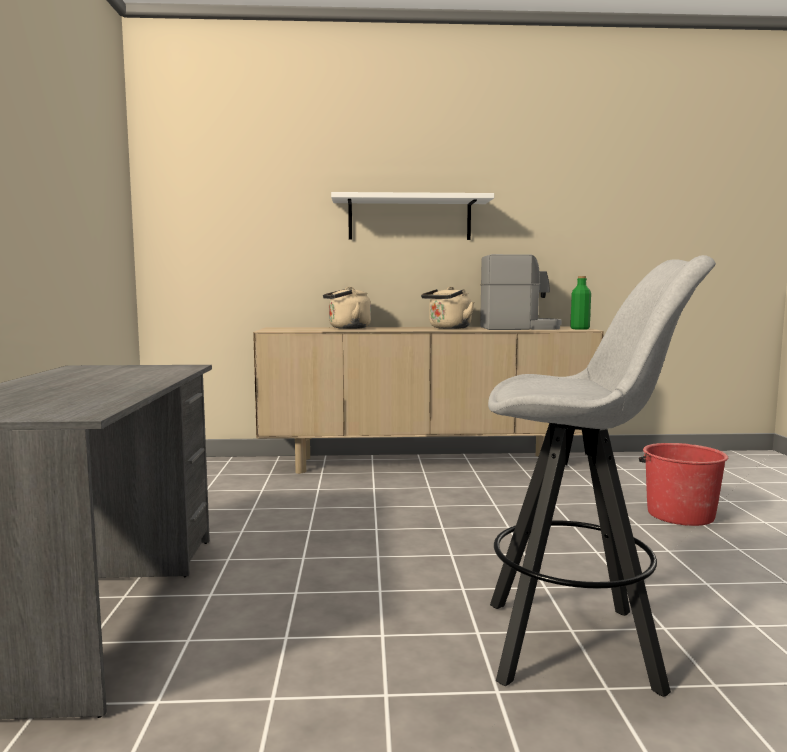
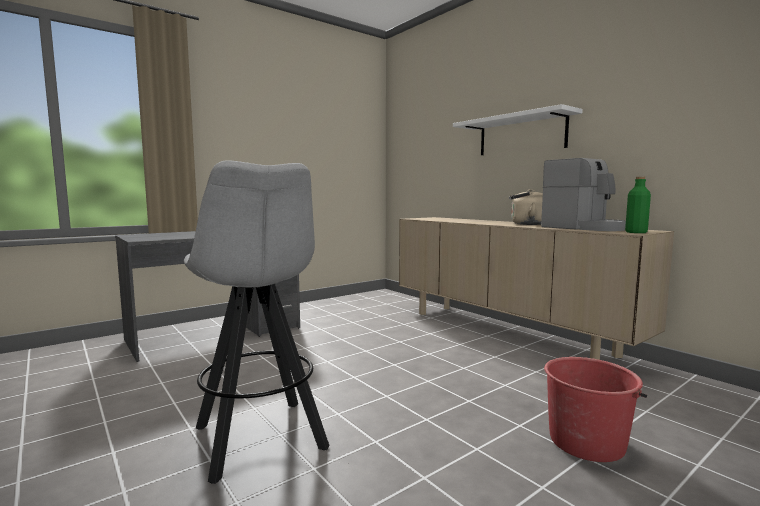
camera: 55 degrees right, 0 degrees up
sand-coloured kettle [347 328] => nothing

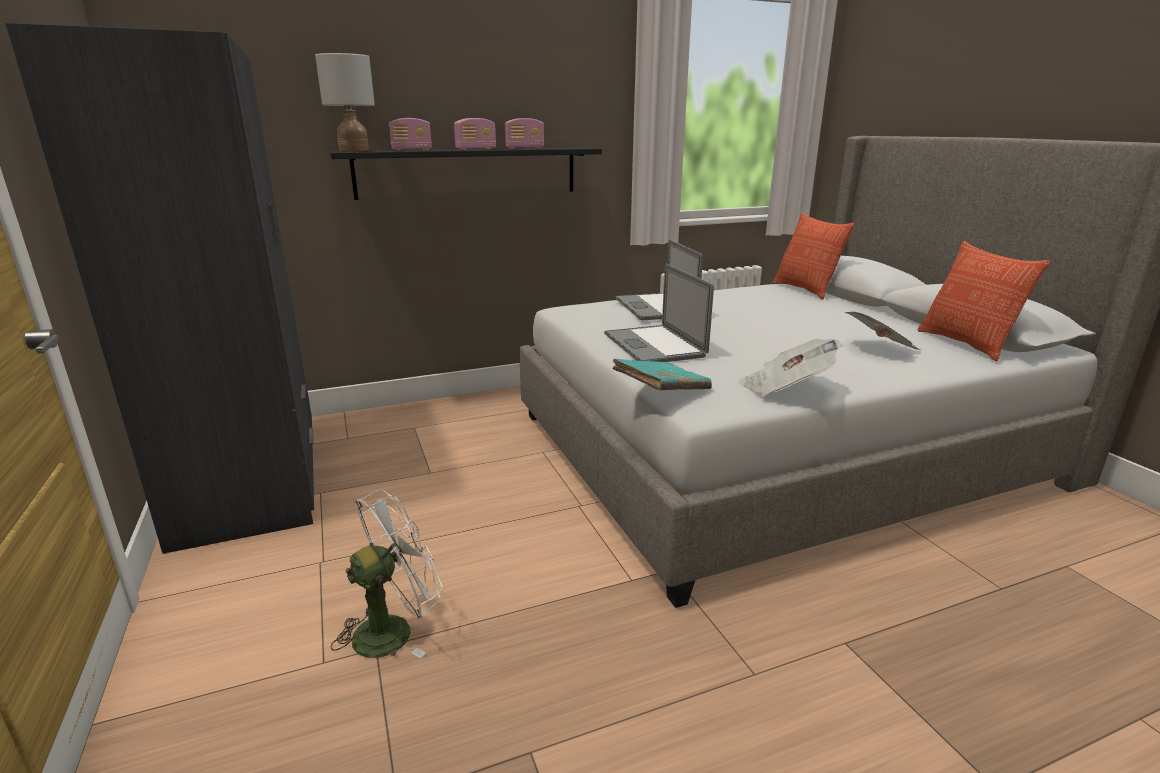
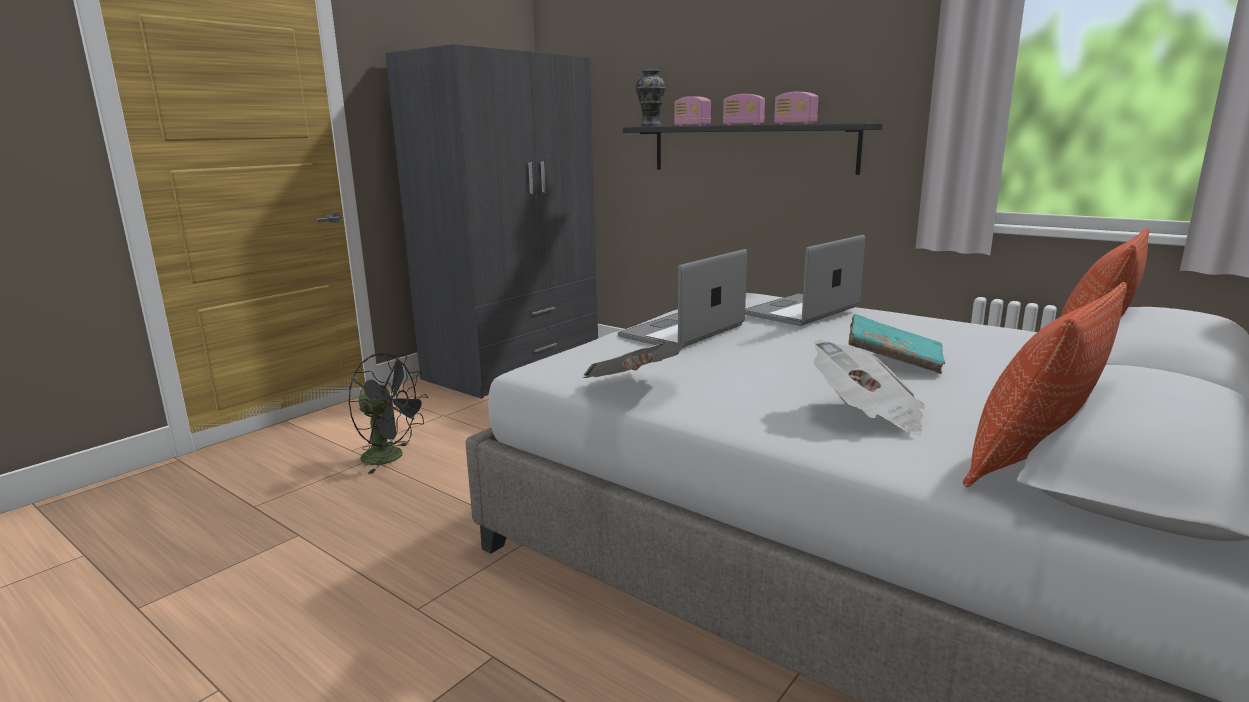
camera: 60 degrees right, 5 degrees down
whitish fan [394 629] => blackish fan [391 457]
grey table lamp [354 150] => vase [651 126]
blue-green bound book [661 390] => blue-green bound book [893 360], shifted

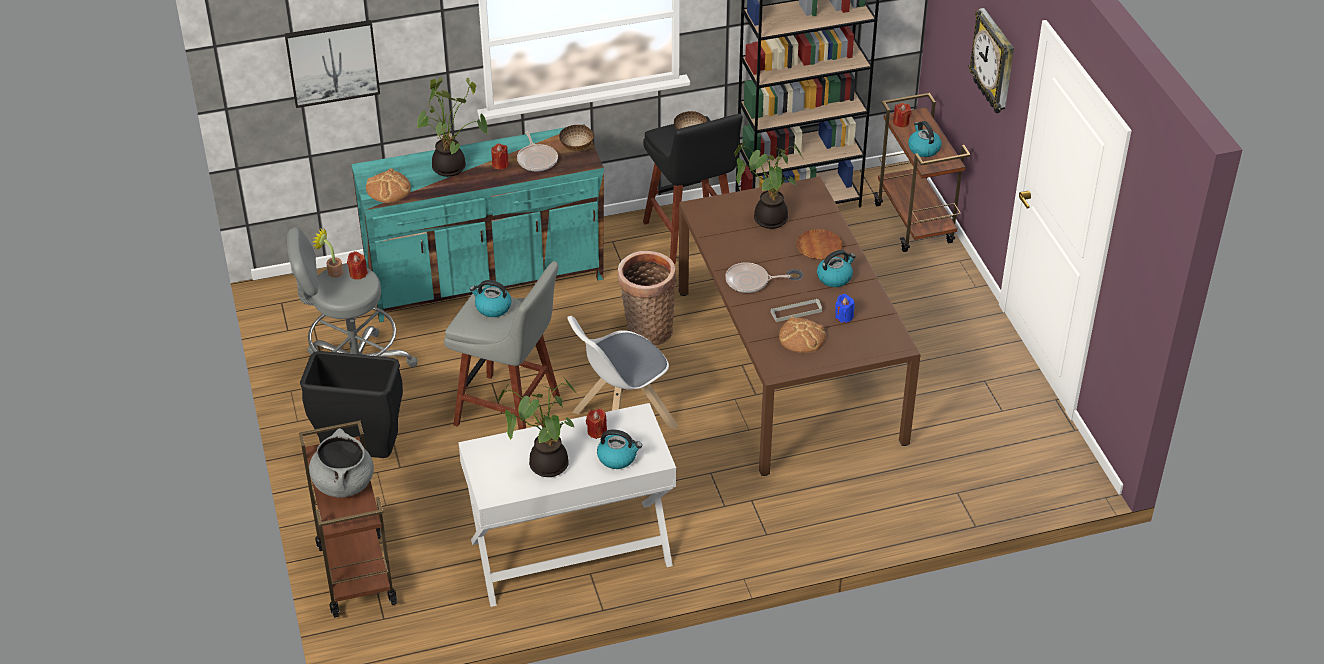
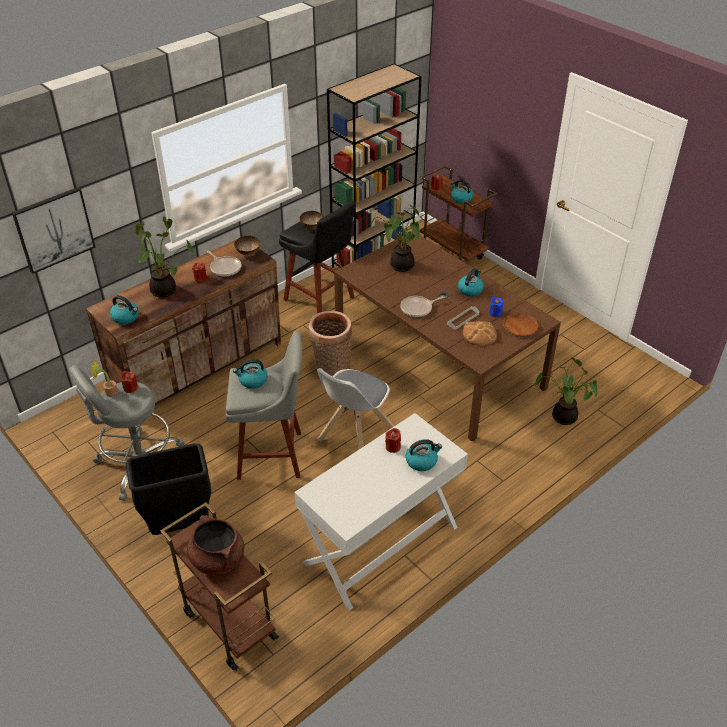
camera: 25 degrees left, 0 degrees up
blue-green cabinet [487 279] => brownish cabinet [199 368]
bakery bread [388 188] => kettle [126 317]
grey stockpot [343 483] => brownish stockpot [217 559]
brownish dinner plate [819 247] => brownish dinner plate [520 326], shifted
potted plant [545 464] => potted plant [562 417], shifted
hanging clock [994 62] => nothing

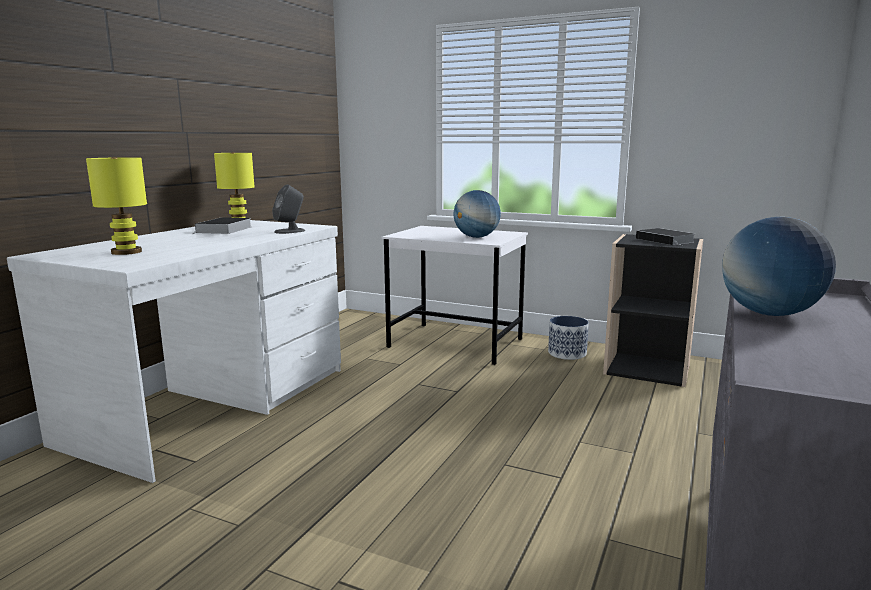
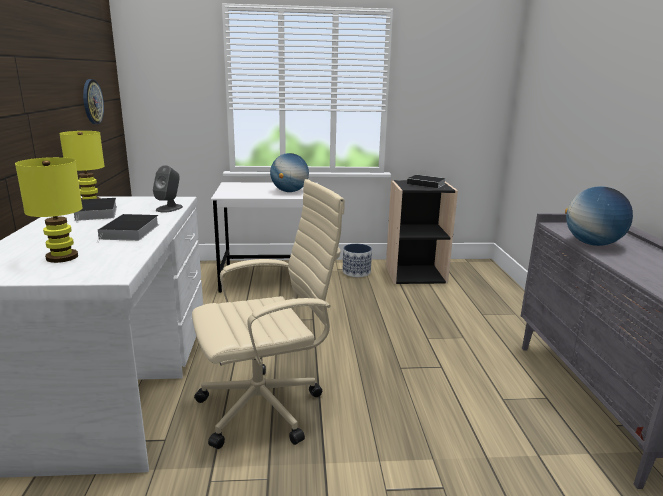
camera: 30 degrees left, 5 degrees up
nothing => hanging clock [92 101]
nothing => bound book [130 232]
nothing => sand-coloured office chair [266 407]

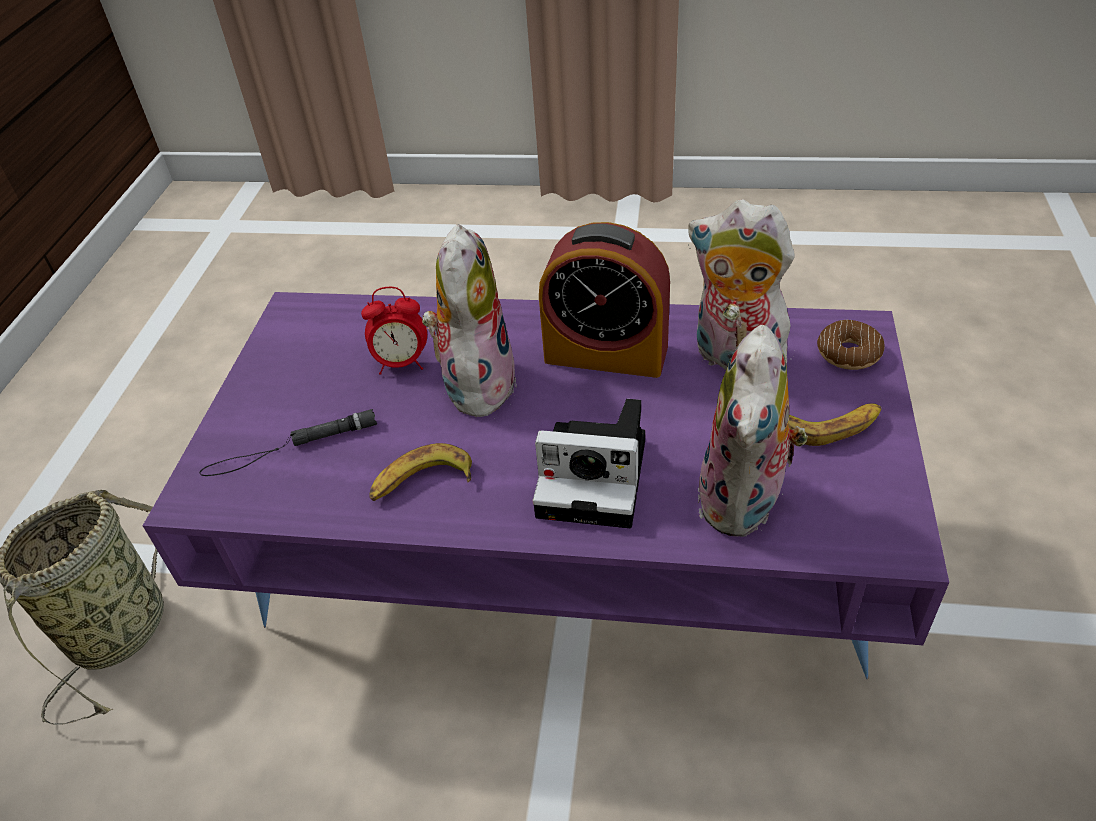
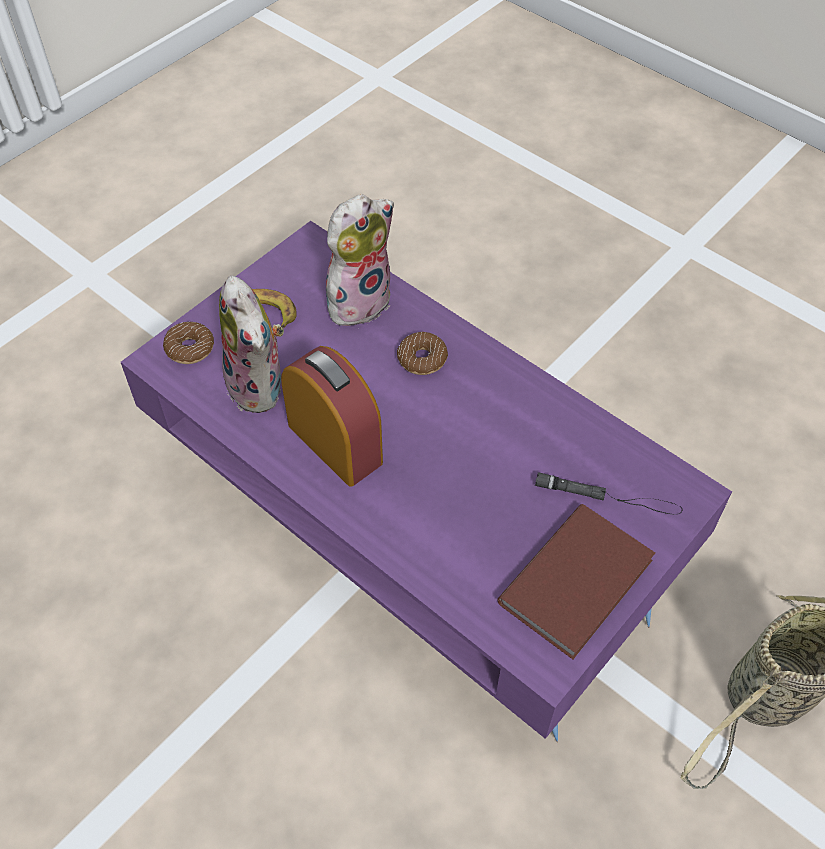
camera: 150 degrees left, 10 degrees up
still camera [598 476] => ring doughnut [422 359]
nothing => brownish bound book [580 582]
bedside clock [401 363] => nothing
whole banana [421 482] => nothing
plush toy [476 383] => nothing

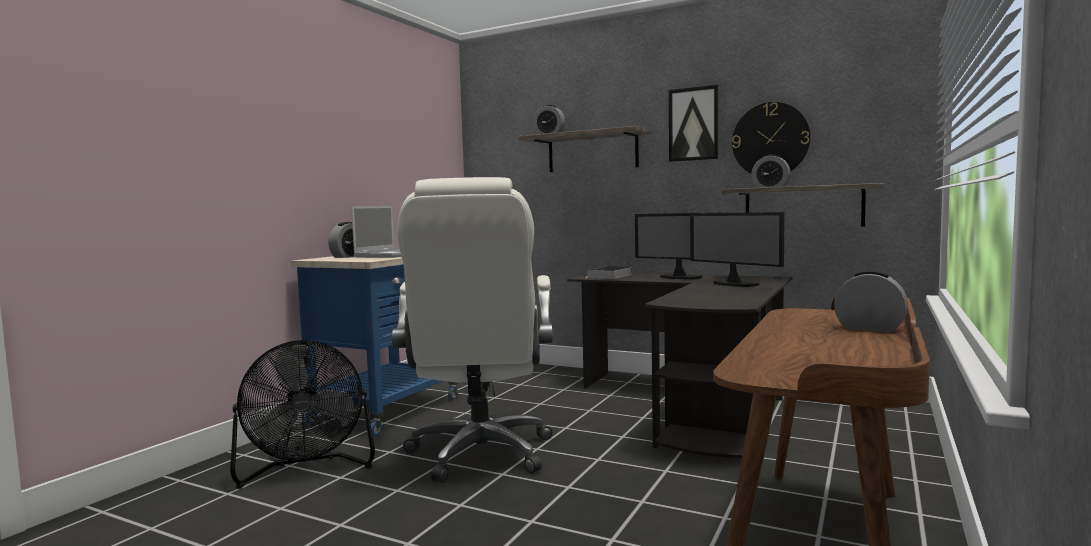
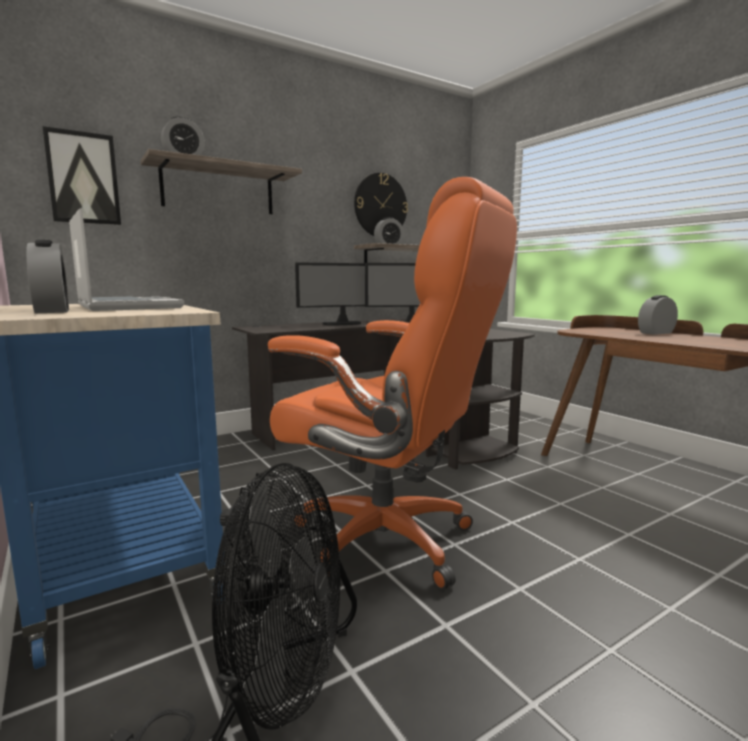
camera: 60 degrees left, 5 degrees up
picture [693 124] => picture [83 178], shifted
whitish office chair [480 454] => orange office chair [386 542]
bound book [609 276] => nothing

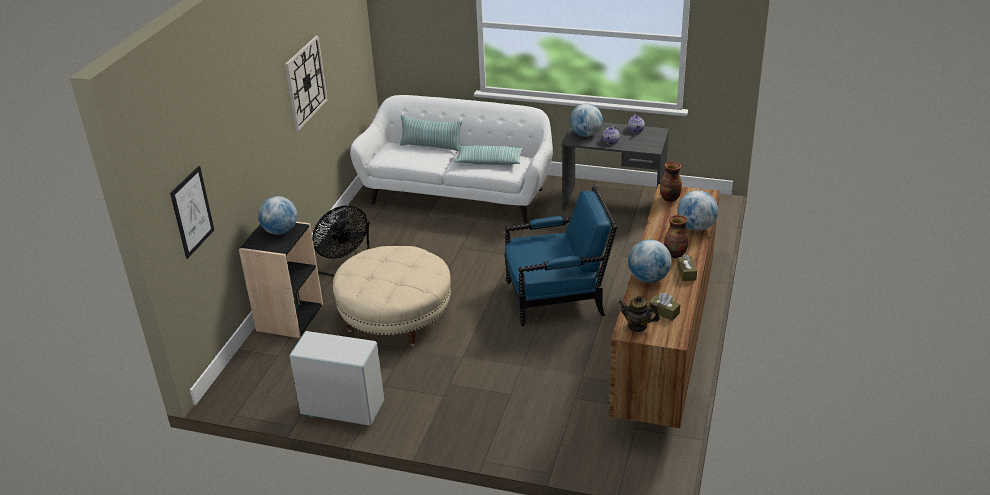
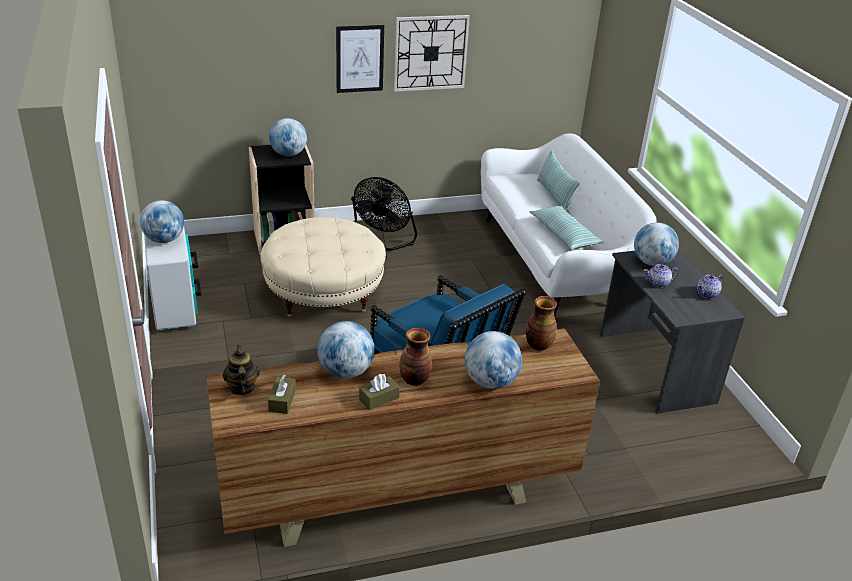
camera: 55 degrees right, 0 degrees up
nothing => globe [164 240]
picture [192 212] => picture [359 59], shifted

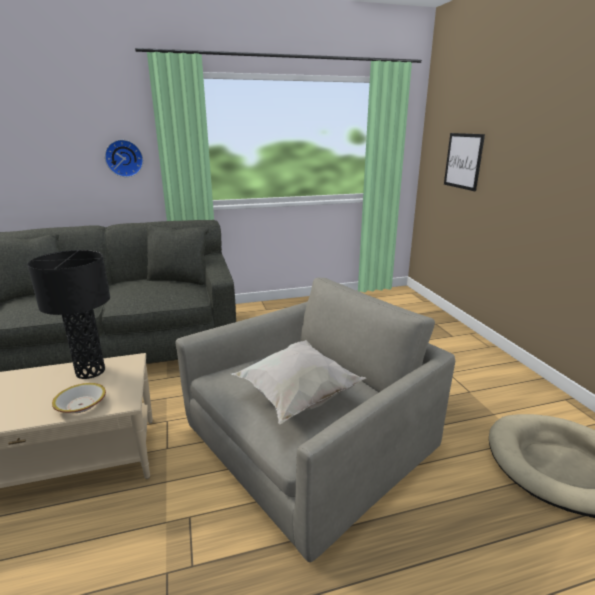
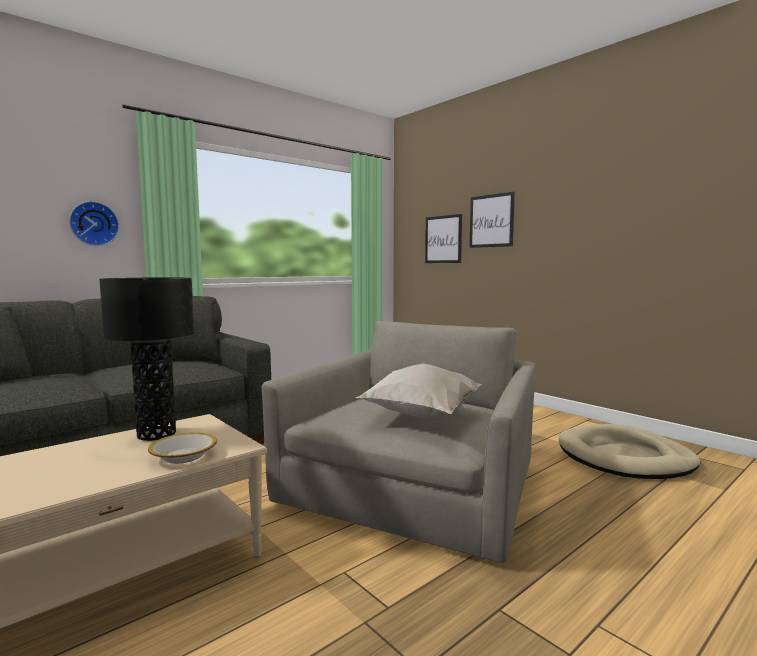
camera: 25 degrees left, 15 degrees down
nothing => picture [491 221]

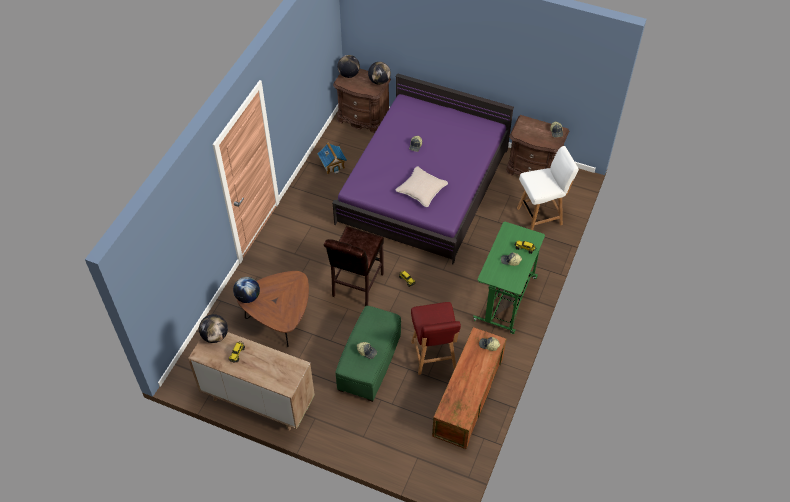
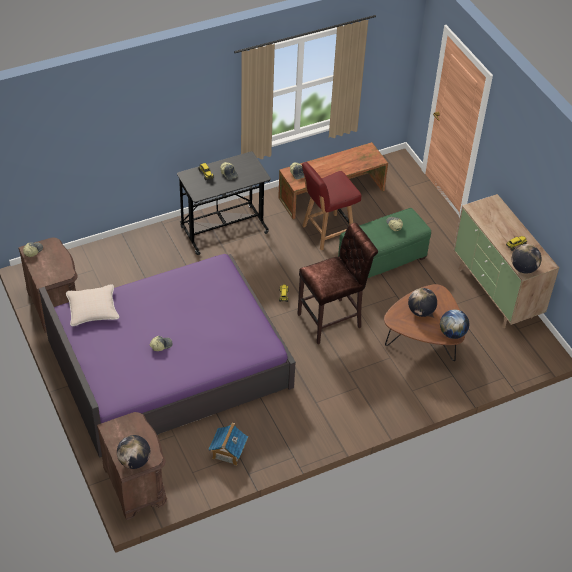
camera: 140 degrees left, 5 degrees down
sand-coloured throw pillow [421 189] => sand-coloured throw pillow [92 309], shifted
greenish desk unit [505 299] => blackish desk unit [224 230]
reddish plain chair [433 356] => reddish plain chair [327 232], 150 degrees counterclockwise
globe [379 81] => globe [421 311], shifted
whitish plain chair [540 216] => nothing

